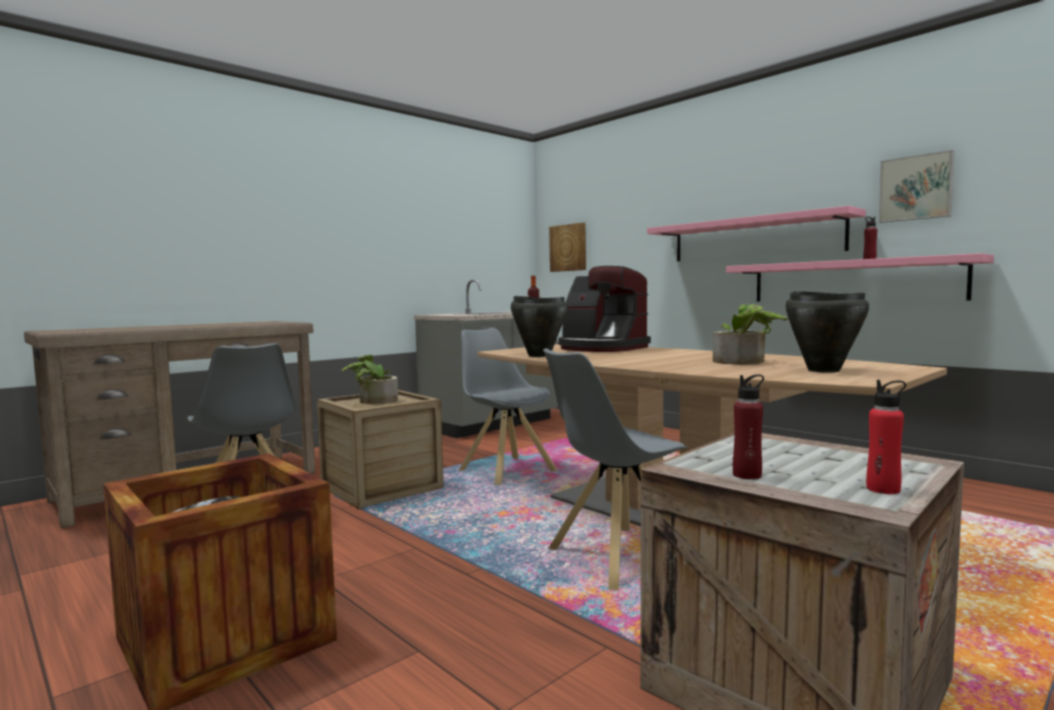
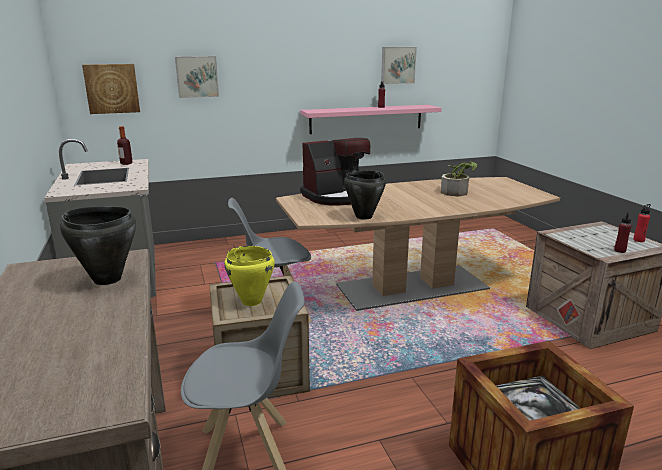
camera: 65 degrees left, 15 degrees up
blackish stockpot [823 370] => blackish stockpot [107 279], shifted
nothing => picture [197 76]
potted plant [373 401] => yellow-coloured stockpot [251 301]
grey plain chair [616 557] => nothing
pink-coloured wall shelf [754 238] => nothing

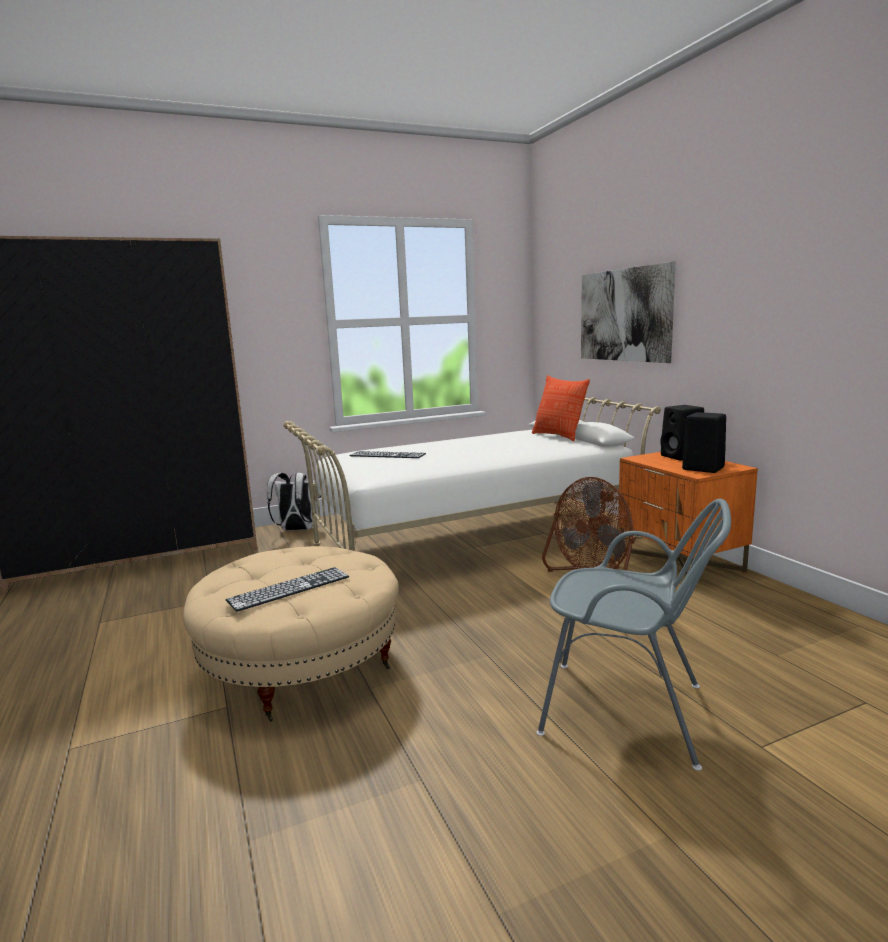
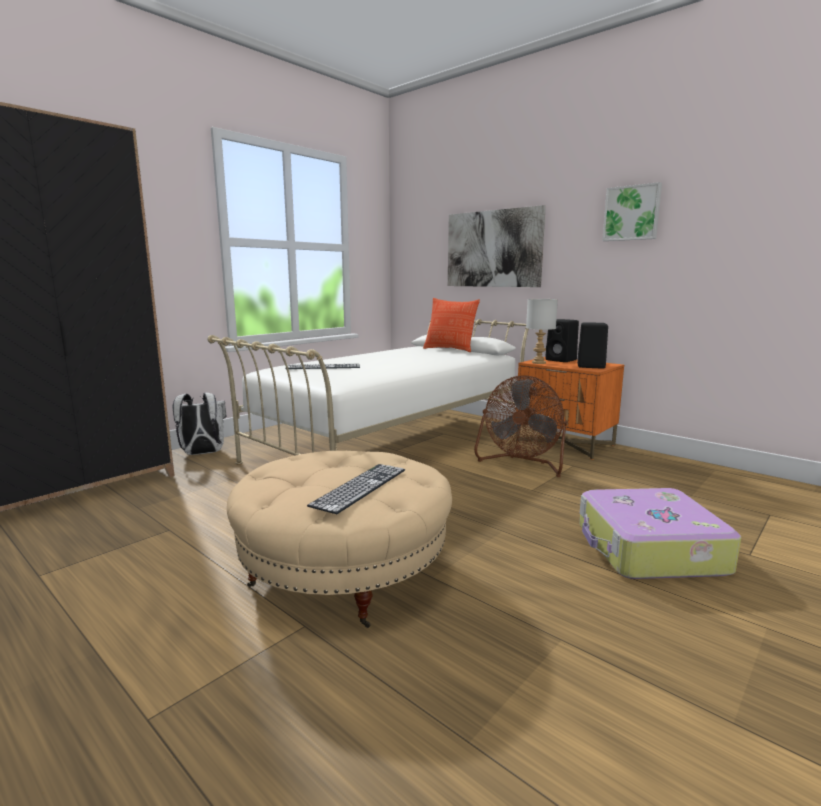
camera: 25 degrees left, 0 degrees up
nothing => grey table lamp [539 362]
grey plain chair [630 711] => travel case [648 549]
nothing => picture [632 213]

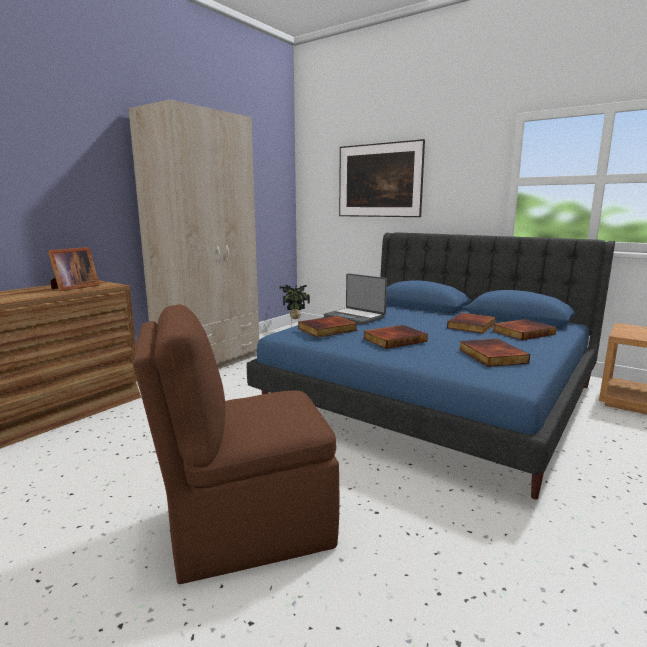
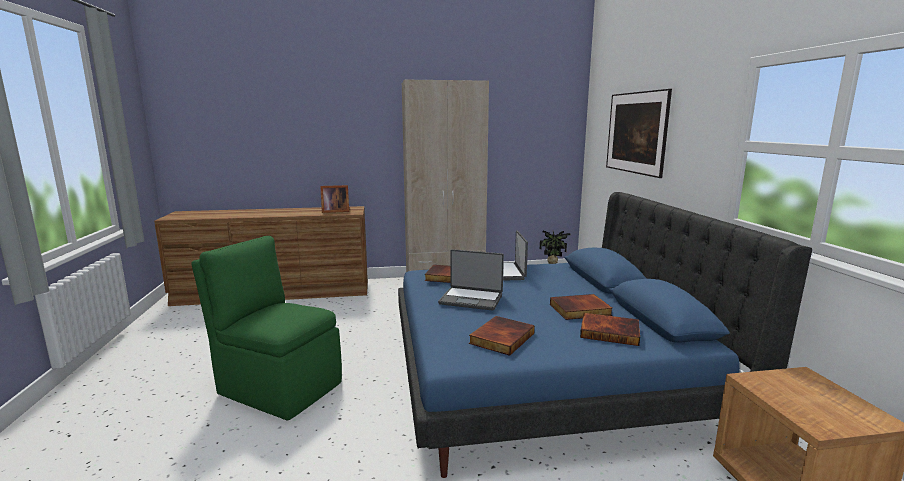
camera: 45 degrees right, 0 degrees up
brownish plain chair [246 527] => greenish plain chair [278 387]
bound book [394 339] => portable computer [471 299]

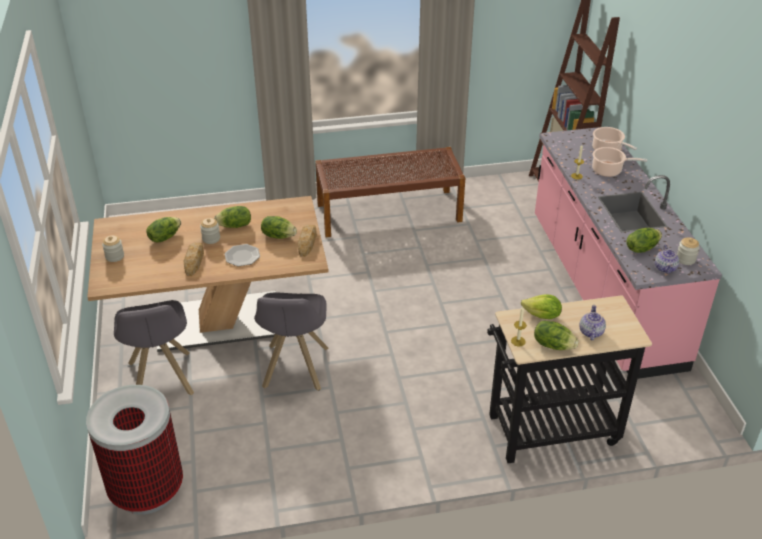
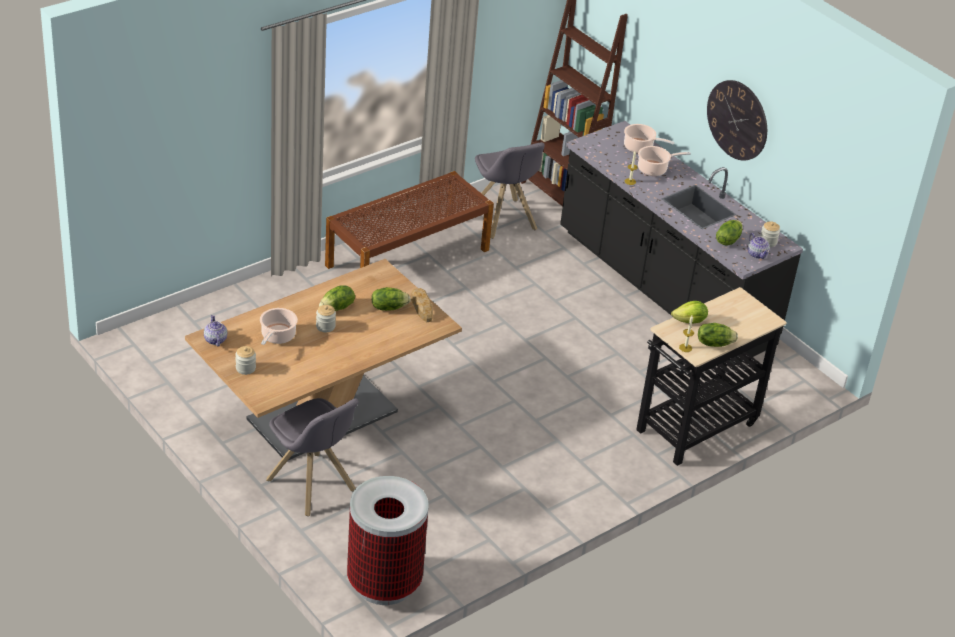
camera: 30 degrees left, 0 degrees up
pot for tea [590 332] => pot for tea [215 340], shifted
head of lettuce [164 237] => stockpot [277 336]
grey plain chair [295 367] => grey plain chair [503 219], shifted
pink-coloured kitchen counter [602 290] => blackish kitchen counter [663 289]
nothing => hanging clock [737 120]
bakery bread [194 261] => nothing
dinner plate [242 256] => nothing

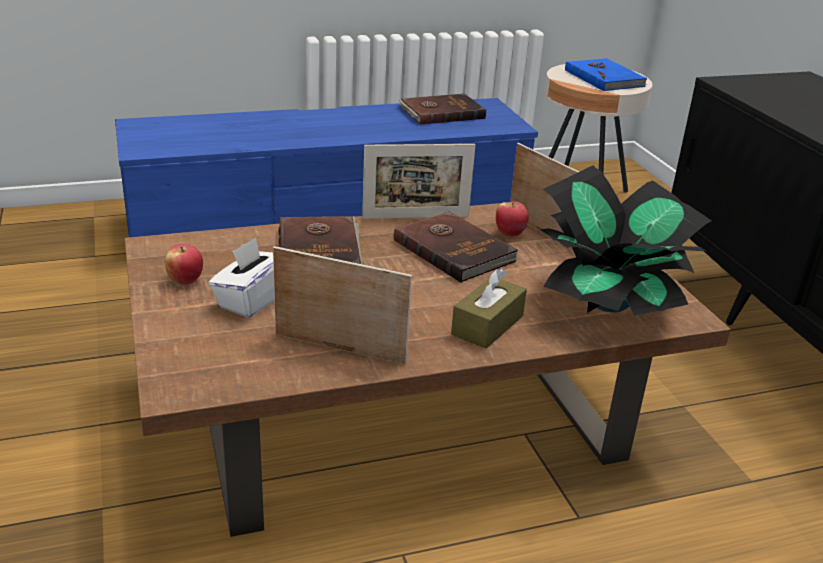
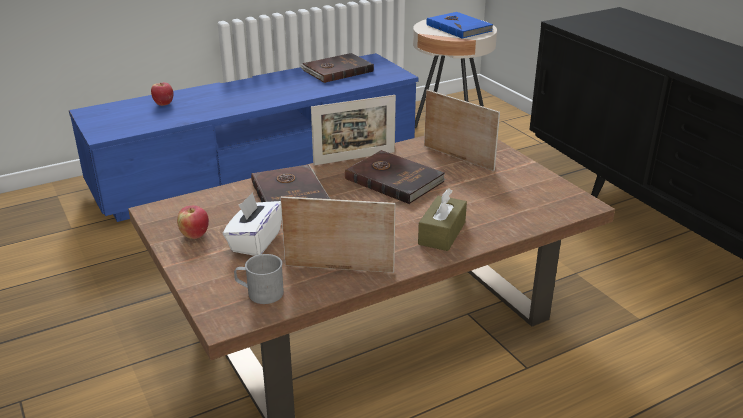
camera: 10 degrees left, 0 degrees up
whole apple [510 234] => whole apple [164 104], shifted
nothing => grey mug [260 293]
potted plant [611 303] => nothing

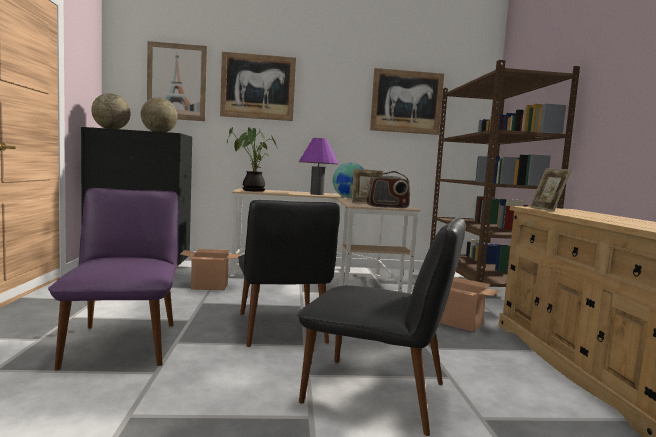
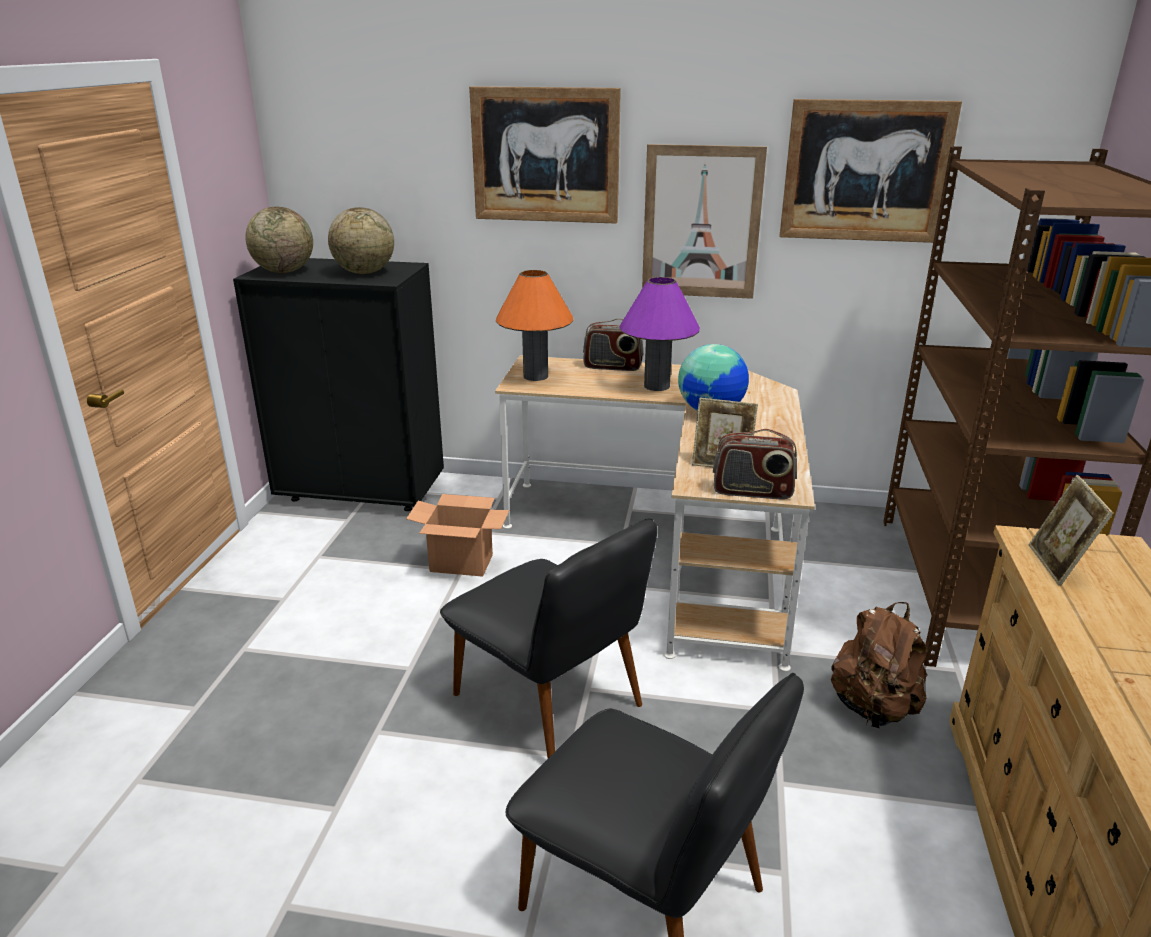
camera: 15 degrees right, 20 degrees up
blackish plain chair [281 327] => blackish plain chair [547 699], 45 degrees counterclockwise
potted plant [251 190] => orange table lamp [535 376]
nothing => radio [612 367]
picture [177 82] => picture [701 223], shifted
packing box [460 323] => brownish knapsack [874 708]
purple-coloured plain chair [121 344] => nothing

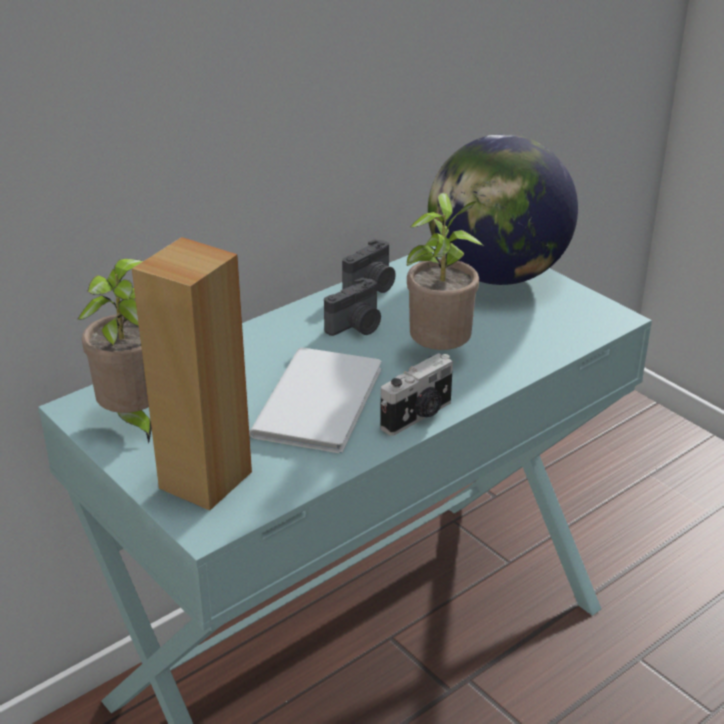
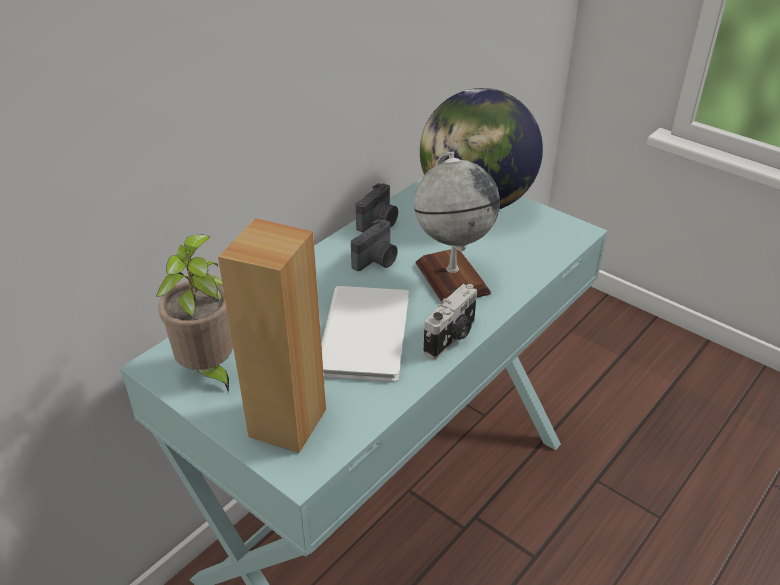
camera: 10 degrees left, 5 degrees up
potted plant [440 353] => globe [451 277]

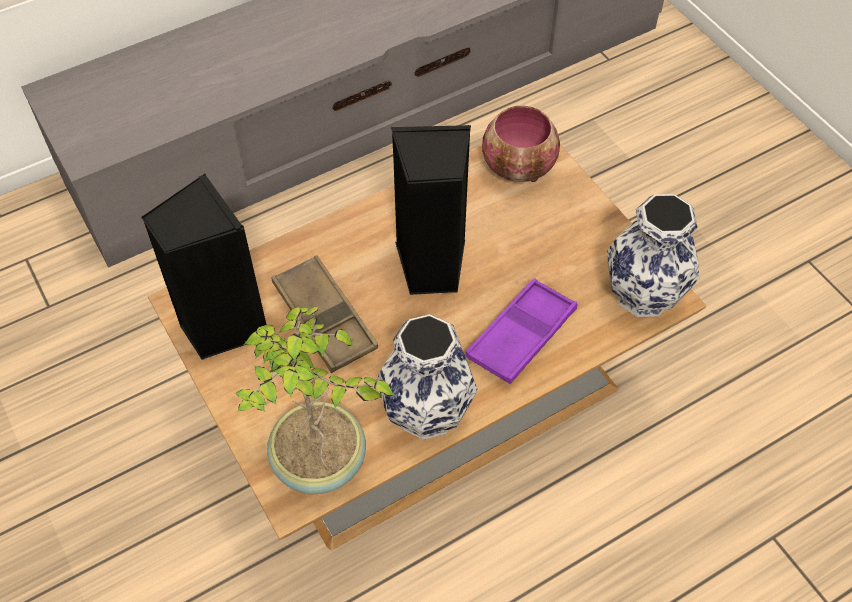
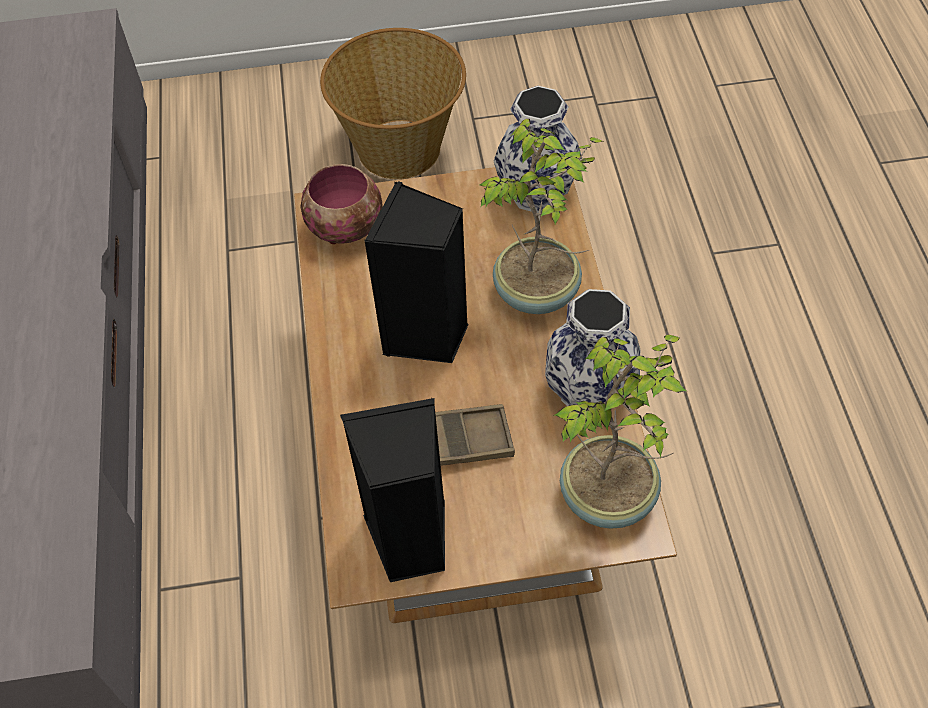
camera: 65 degrees left, 0 degrees up
nothing => household basket [401 149]
purple-coloured serving tray [521 335] => potted plant [538 293]

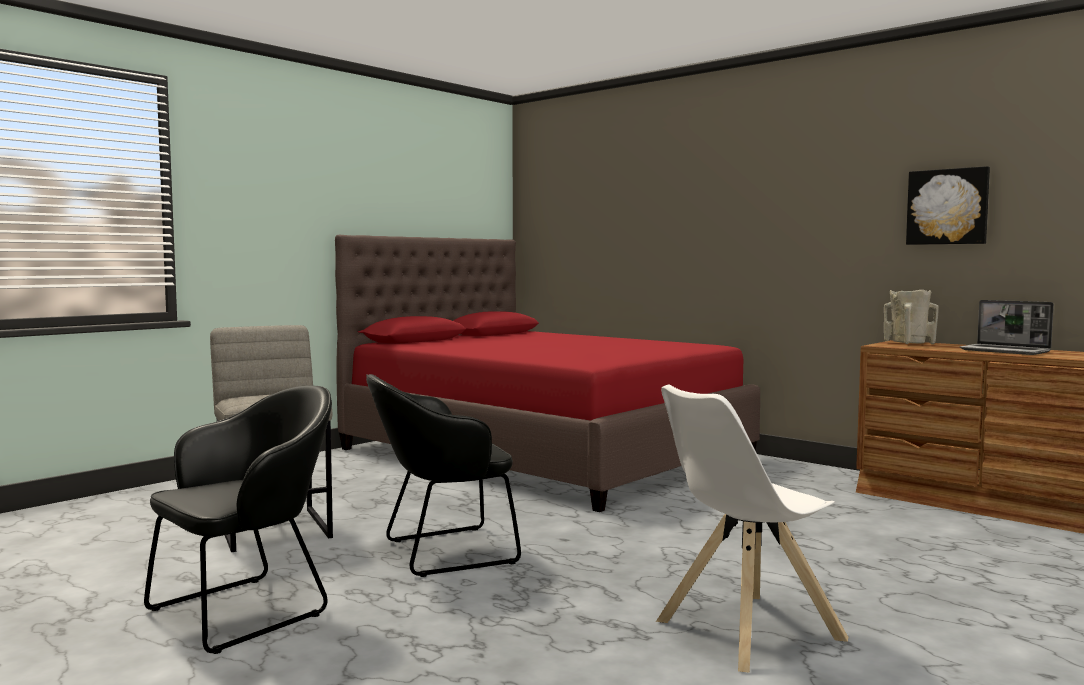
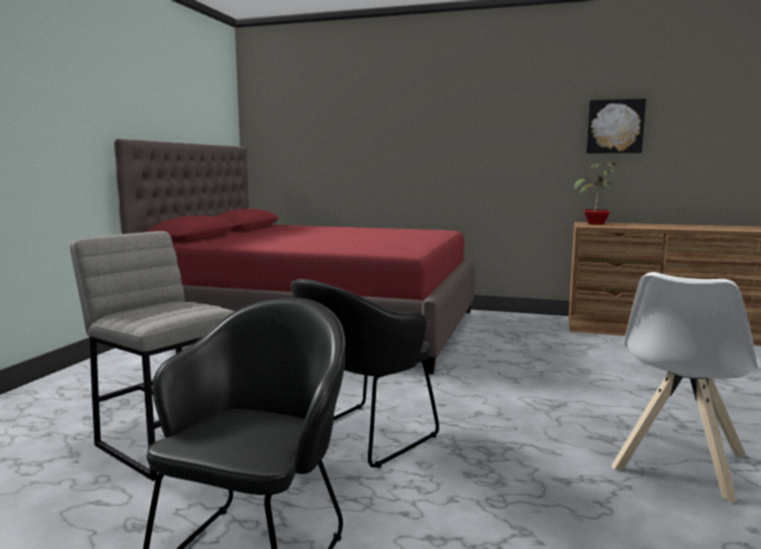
camera: 25 degrees left, 5 degrees up
sand-coloured vase [909 343] => potted plant [595 224]
portable computer [1006 351] => nothing

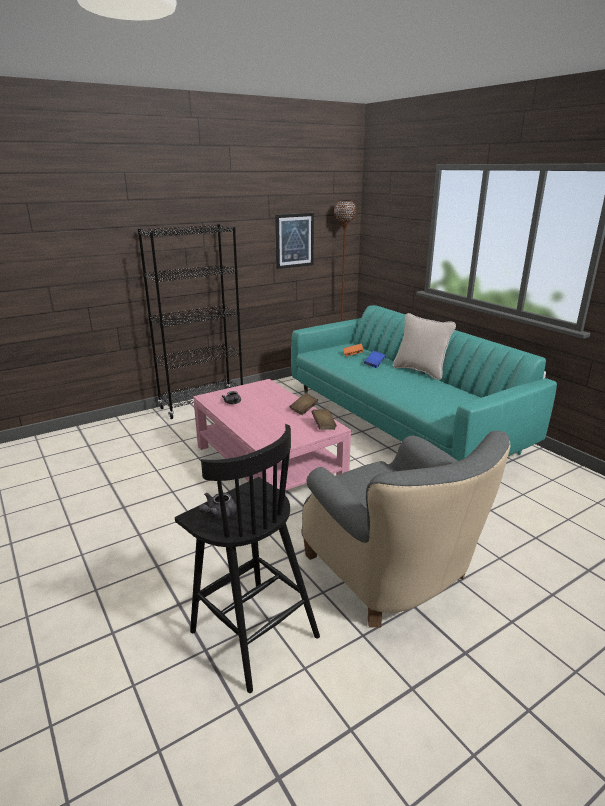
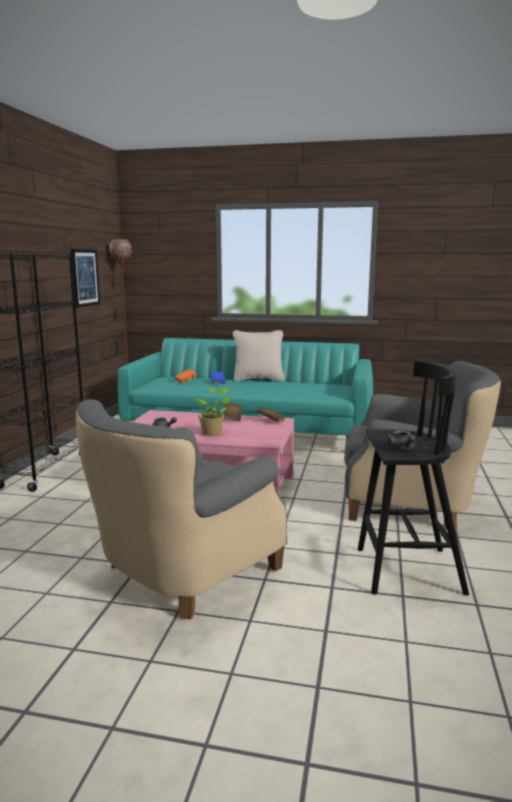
camera: 45 degrees left, 10 degrees down
nothing => grey easy chair [185 572]
nothing => potted plant [212 432]

